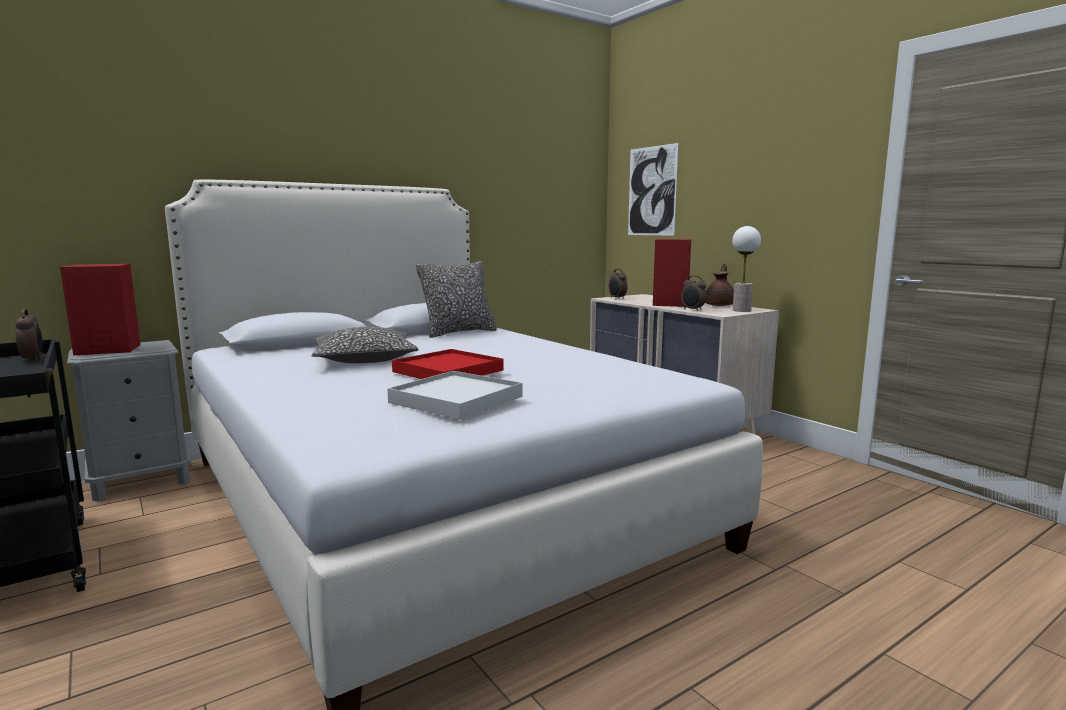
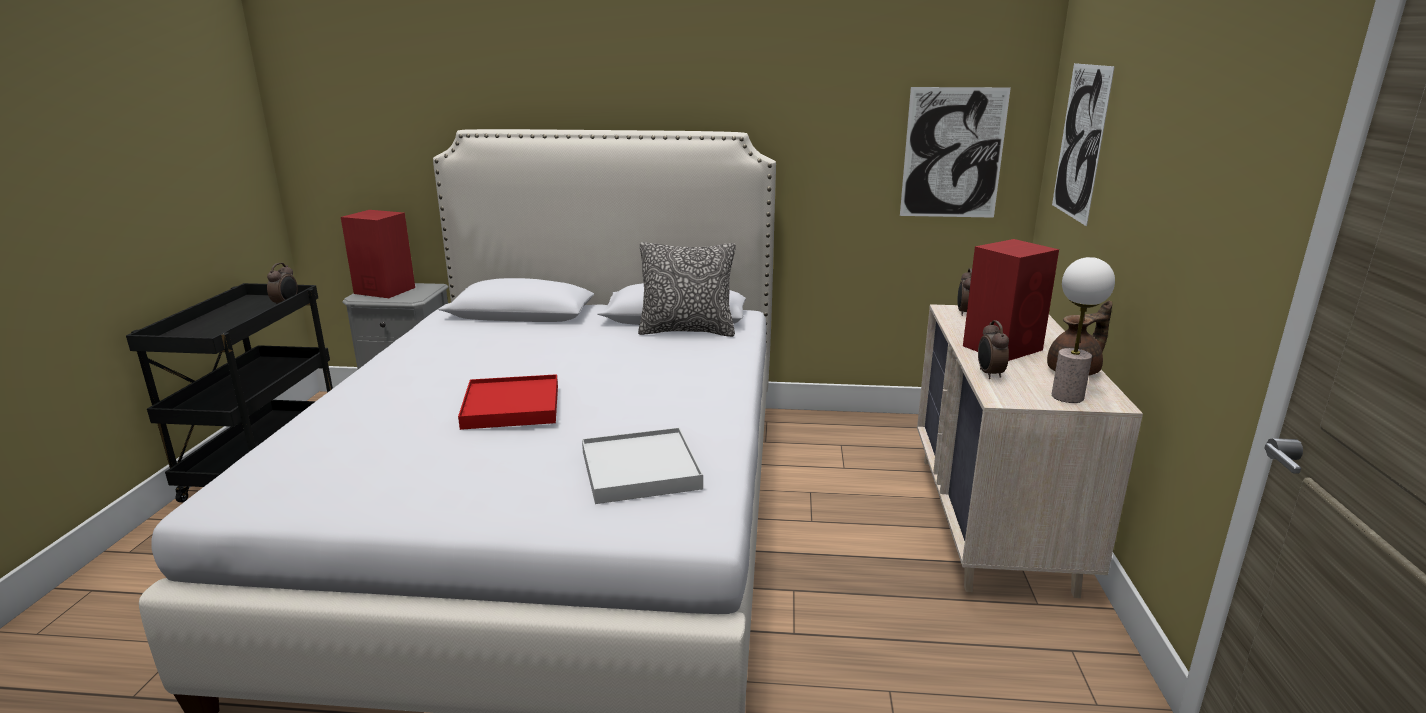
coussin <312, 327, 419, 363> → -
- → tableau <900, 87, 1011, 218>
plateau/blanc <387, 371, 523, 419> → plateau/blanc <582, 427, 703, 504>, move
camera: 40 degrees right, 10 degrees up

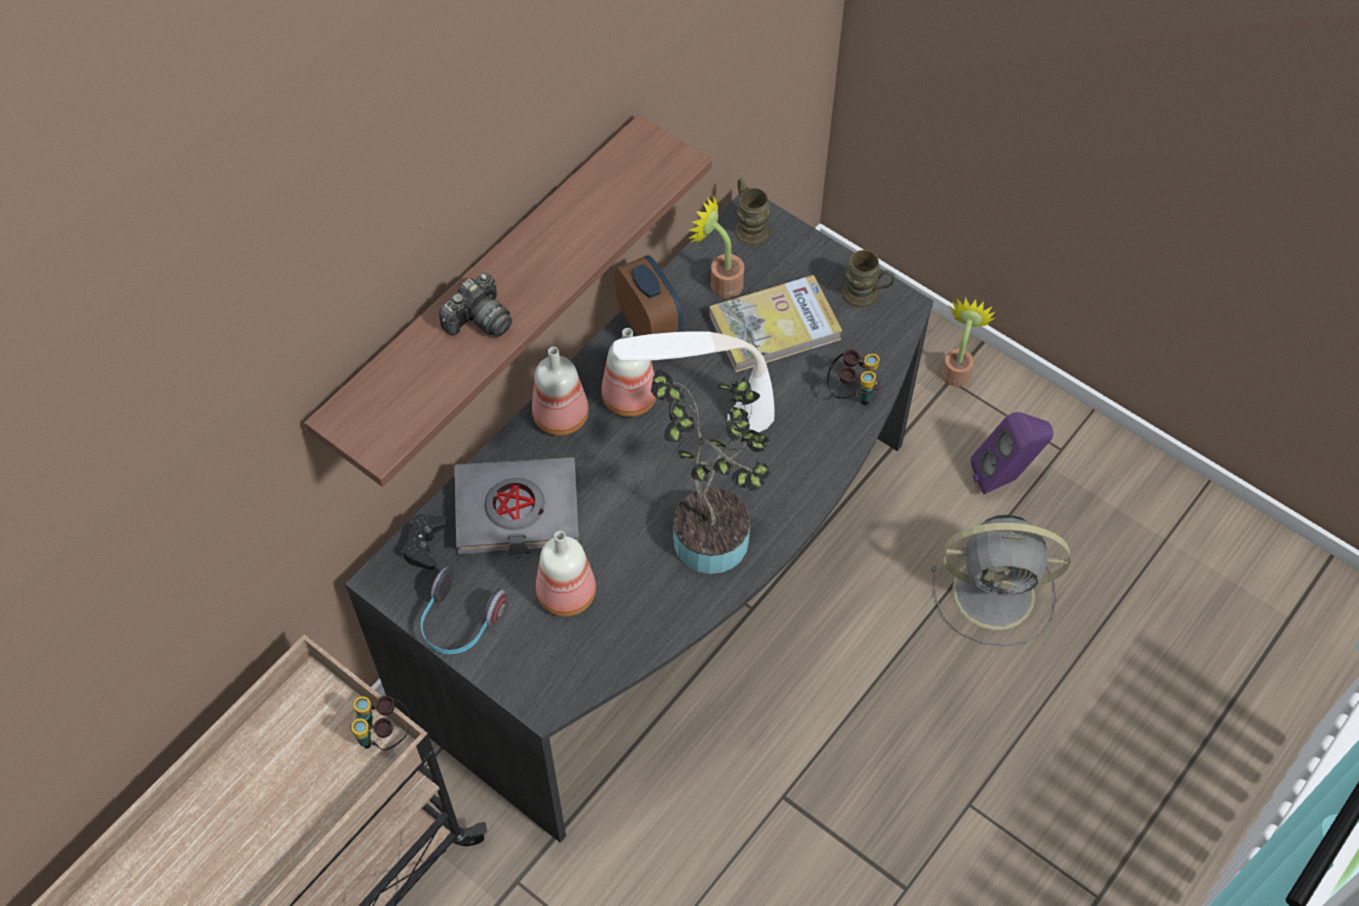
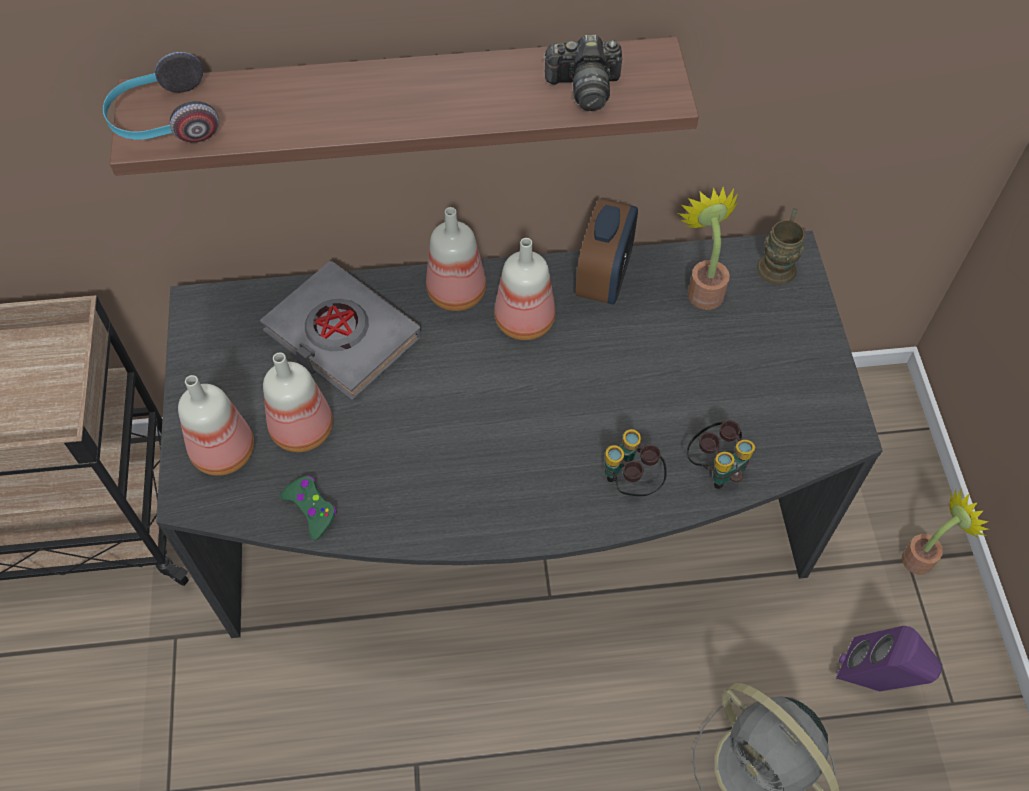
manette/noir <401, 514, 447, 570> → -
lampe de table/blanc <612, 331, 775, 433> → -
plante en pot <650, 370, 770, 574> → -
livre <709, 275, 842, 372> → -
mug/marron <842, 250, 895, 308> → -
- → bouteille <178, 375, 254, 476>
- → manette/vert <280, 476, 337, 540>
jumelles <350, 696, 411, 750> → jumelles <605, 429, 667, 496>, move
casque audio <421, 567, 507, 654> → casque audio <103, 52, 219, 142>, move
appareil photo <439, 272, 512, 337> → appareil photo <543, 34, 622, 111>, move
camera: 45 degrees right, 0 degrees up

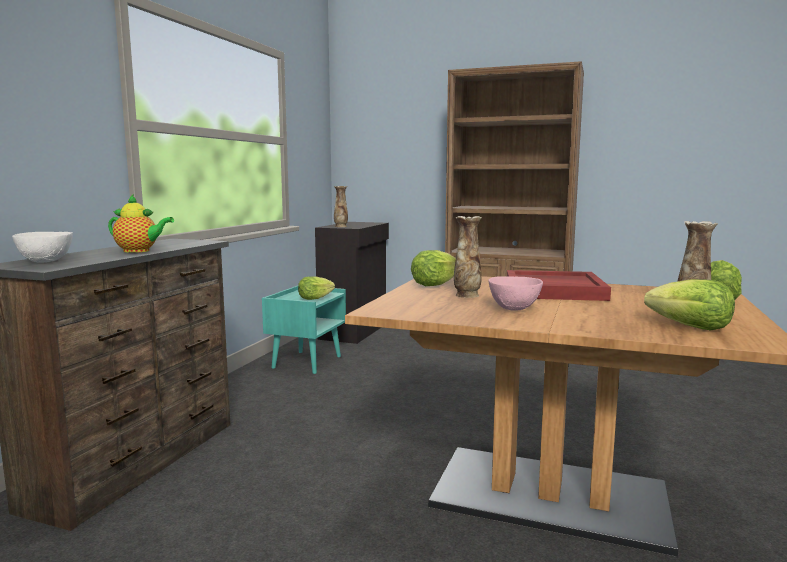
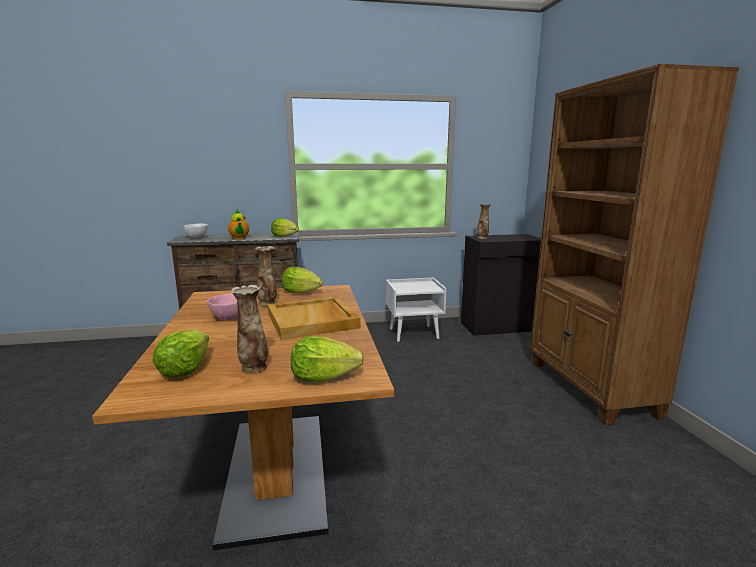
laitue <298, 276, 335, 300> → laitue <271, 218, 299, 237>, move
table de chevet/turquoise <262, 286, 346, 374> → table de chevet/blanc <386, 277, 447, 342>
plateau/rouge <507, 270, 611, 301> → plateau/beige <268, 296, 361, 340>
camera: 60 degrees right, 5 degrees up

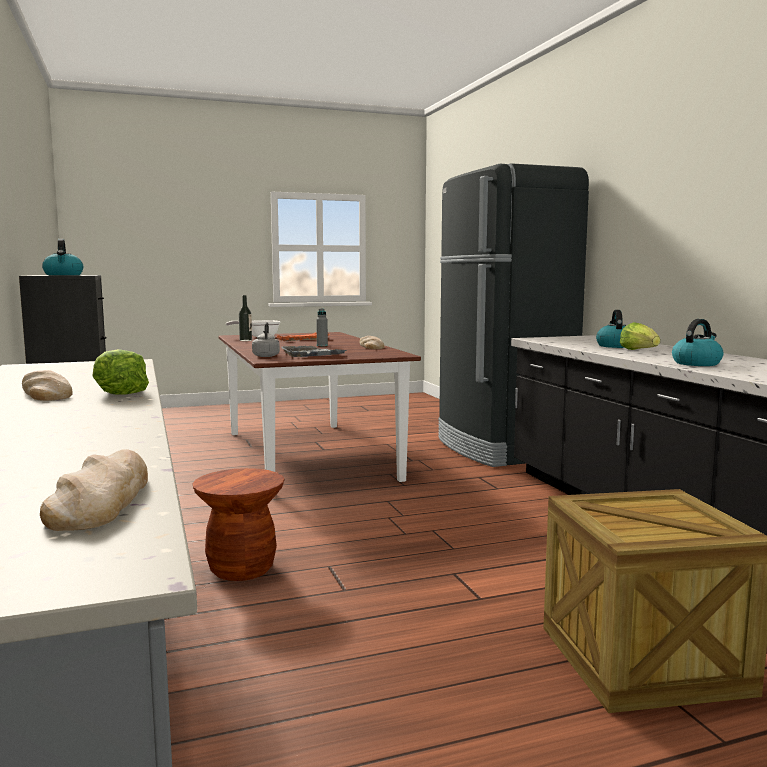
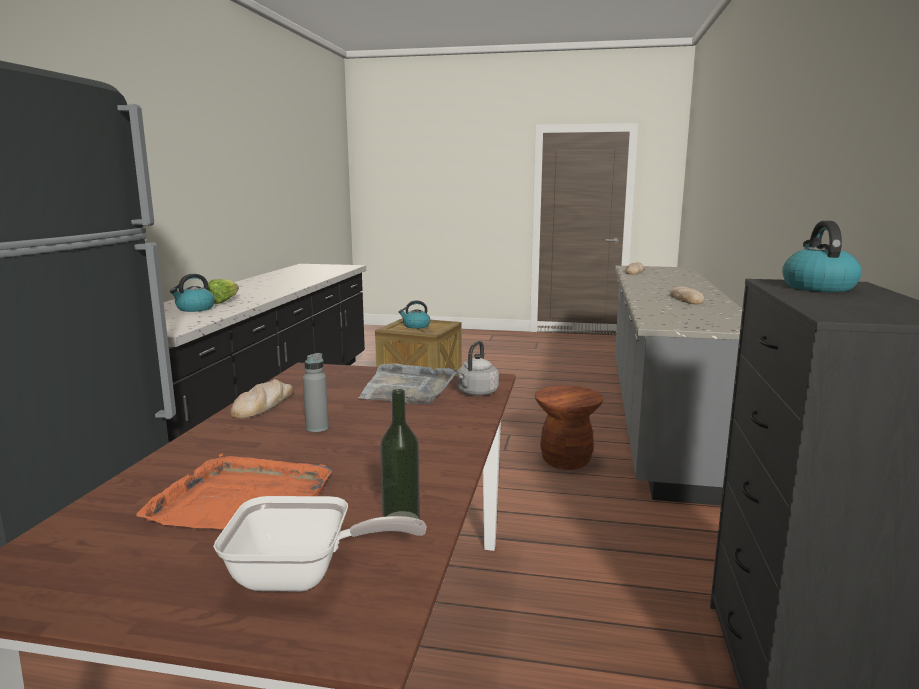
laitue <92, 349, 149, 395> → -
bouilloire <672, 319, 724, 366> → bouilloire <399, 300, 430, 329>, move
camera: 150 degrees left, 5 degrees up

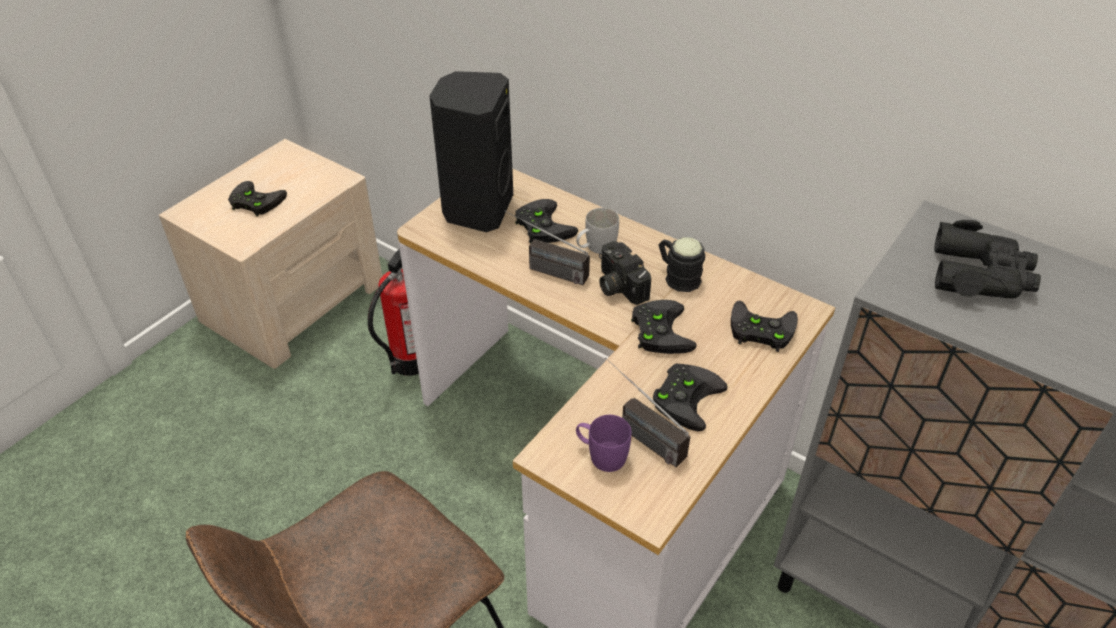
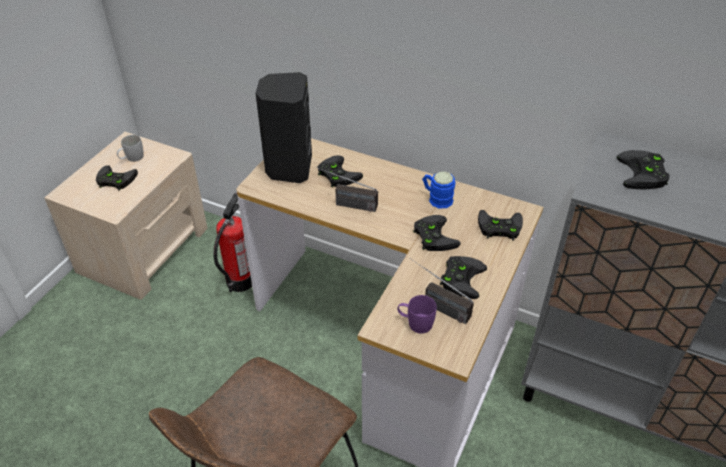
appareil photo <599, 241, 651, 305> → -
mug/blanc <576, 208, 619, 254> → mug/blanc <117, 135, 144, 162>, move
jumelles/noir <934, 220, 1041, 298> → manette/noir <616, 150, 669, 190>
mug/noir <659, 237, 705, 292> → mug/bleu <422, 171, 455, 209>
camera: 10 degrees left, 0 degrees up

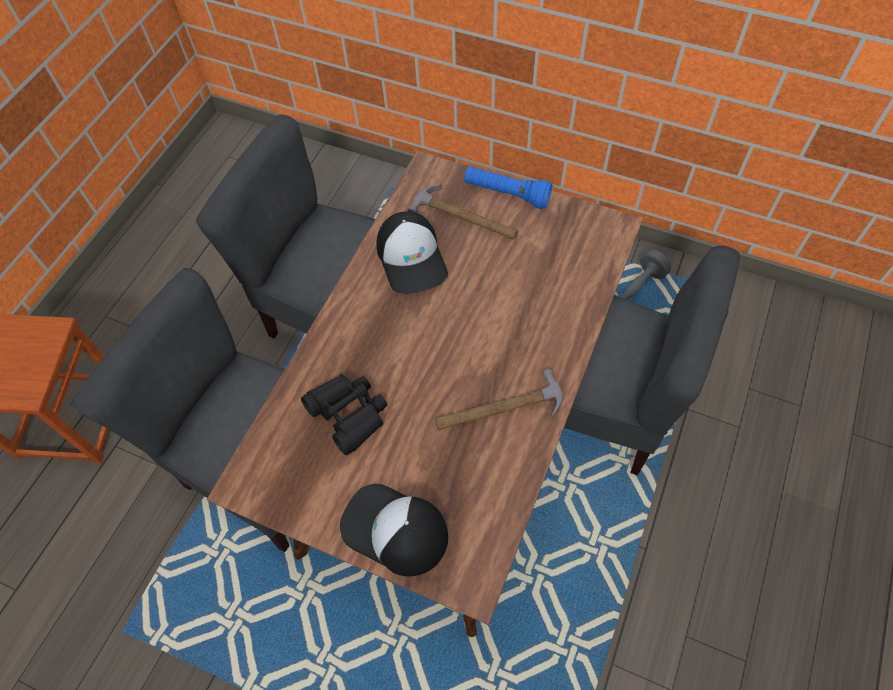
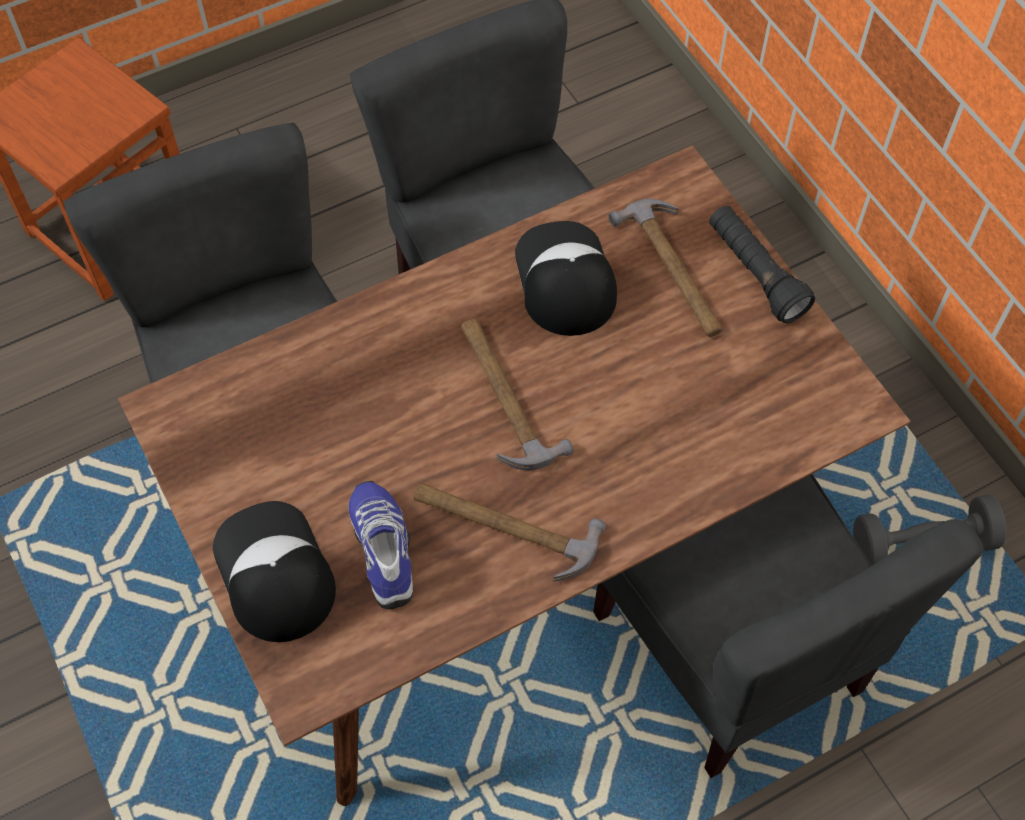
jumelles/noir <301, 374, 387, 455> → -
- → chaussure <349, 481, 413, 609>
- → marteau <461, 319, 573, 471>
lampe de poche/bleu <464, 166, 552, 209> → lampe de poche/noir <709, 206, 815, 323>
casquette <376, 211, 448, 294> → casquette <515, 221, 617, 336>, 150 degrees clockwise
camera: 35 degrees right, 0 degrees up

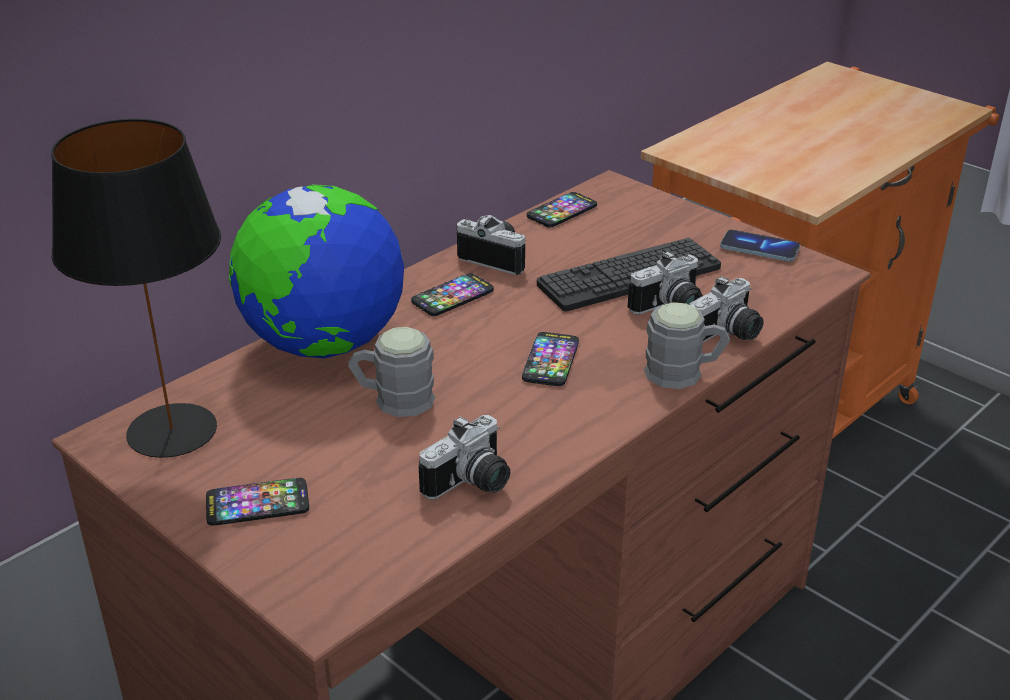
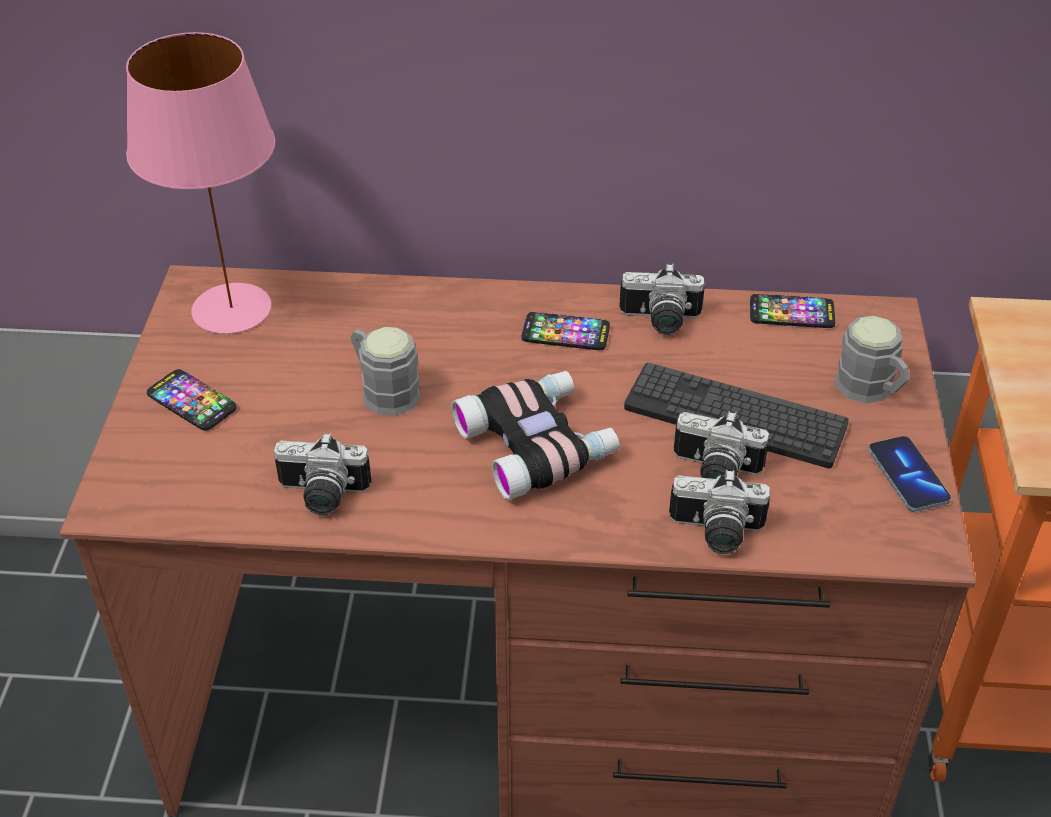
globe <229, 185, 404, 358> → -
mug/gris <644, 302, 730, 389> → mug/gris <835, 315, 910, 403>, move
téléphone <522, 332, 579, 386> → jumelles <451, 371, 620, 501>
lampe de table/noir <51, 119, 221, 458> → lampe de table/rose <126, 32, 275, 334>
appareil photo <457, 215, 526, 275> → appareil photo <619, 263, 705, 335>, 105 degrees clockwise
camera: 50 degrees right, 10 degrees up

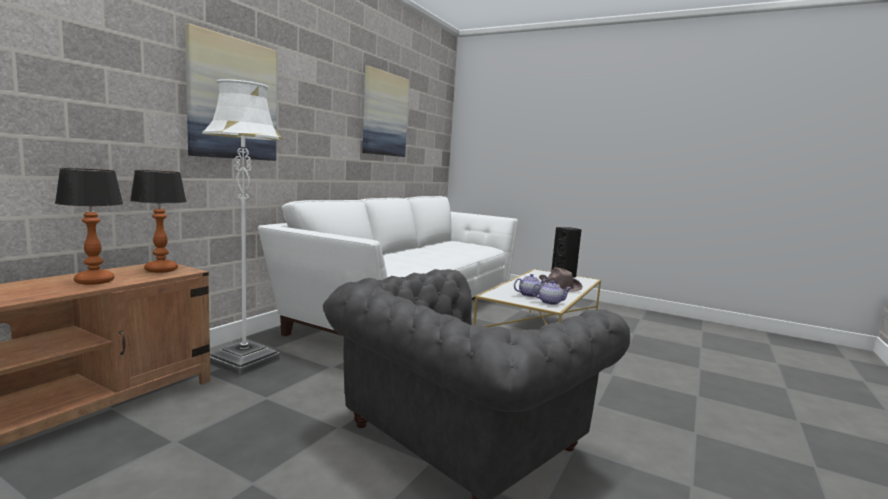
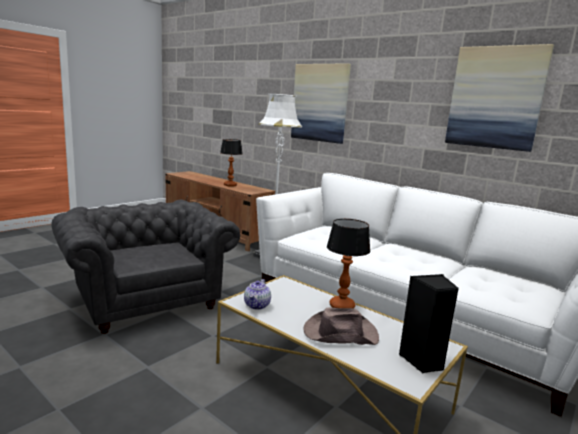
théière <514, 274, 547, 297> → -
lampe de table <130, 170, 187, 273> → lampe de table <327, 219, 370, 308>, move
camera: 100 degrees right, 5 degrees up

